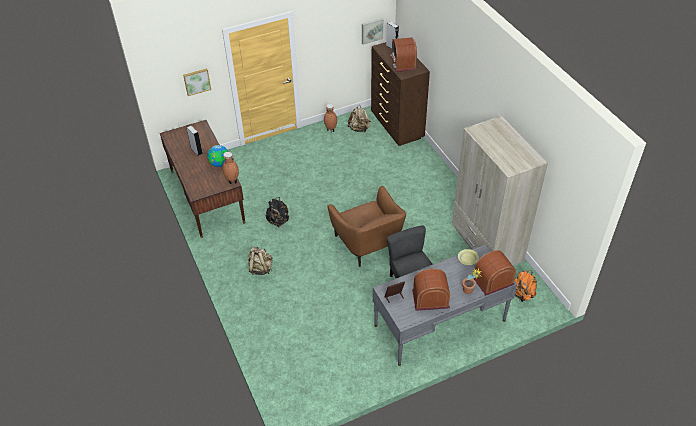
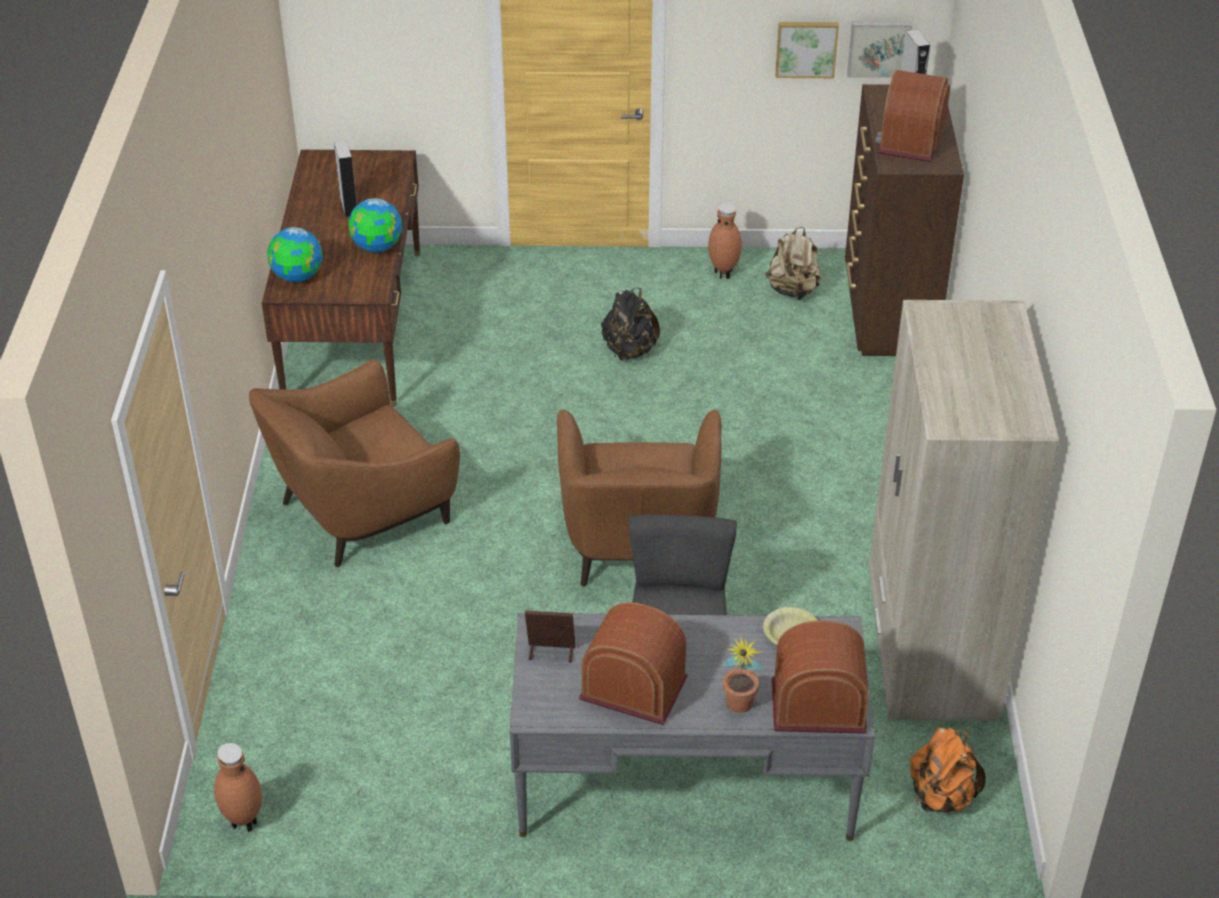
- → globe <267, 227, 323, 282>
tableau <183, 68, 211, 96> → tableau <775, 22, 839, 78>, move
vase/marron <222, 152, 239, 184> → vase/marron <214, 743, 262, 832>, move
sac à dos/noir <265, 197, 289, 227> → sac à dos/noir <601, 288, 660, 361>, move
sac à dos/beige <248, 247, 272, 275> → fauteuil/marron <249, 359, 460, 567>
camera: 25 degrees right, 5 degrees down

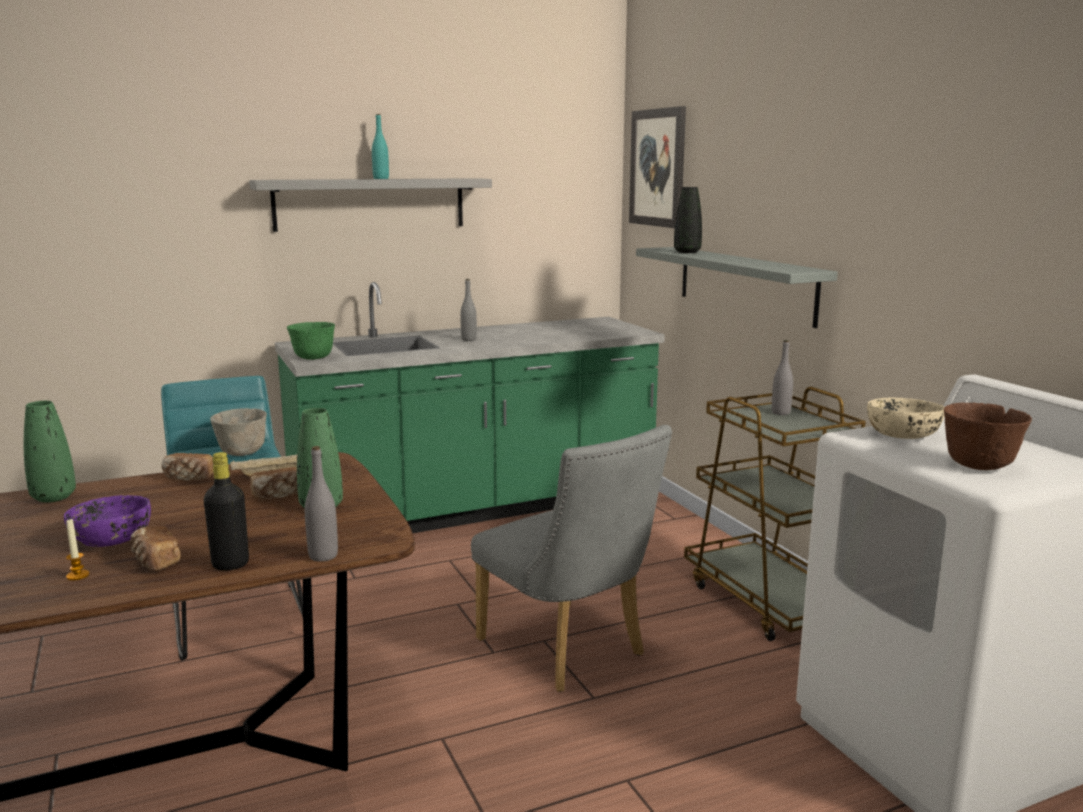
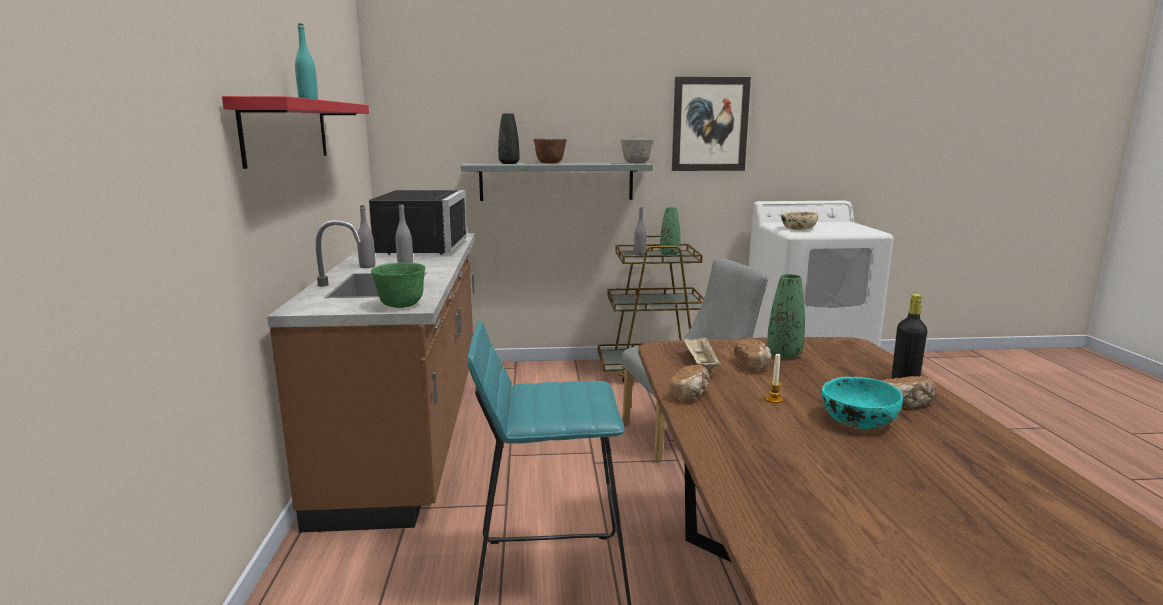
- → micro-ondes/noir <369, 190, 467, 255>
vase/vert <24, 401, 76, 502> → vase/vert <660, 207, 680, 255>, move
bougie <66, 519, 90, 581> → bougie <766, 353, 783, 403>, move
bol/gris <210, 408, 267, 456> → bol/gris <620, 138, 654, 163>, move
bouteille/gris <305, 446, 338, 562> → bouteille/gris <357, 205, 375, 268>, move
tableau <629, 106, 686, 228> → tableau <672, 77, 751, 171>, move
bol/marron <944, 403, 1032, 470> → bol/marron <533, 139, 567, 164>, move
bol/violet <64, 495, 151, 547> → bol/turquoise <822, 377, 903, 429>
étagère/gris <249, 178, 492, 232> → étagère/rouge <222, 96, 369, 169>
comptoir de cuisine/vert <275, 282, 665, 533> → comptoir de cuisine/marron <267, 220, 475, 533>
camera: 70 degrees left, 0 degrees up

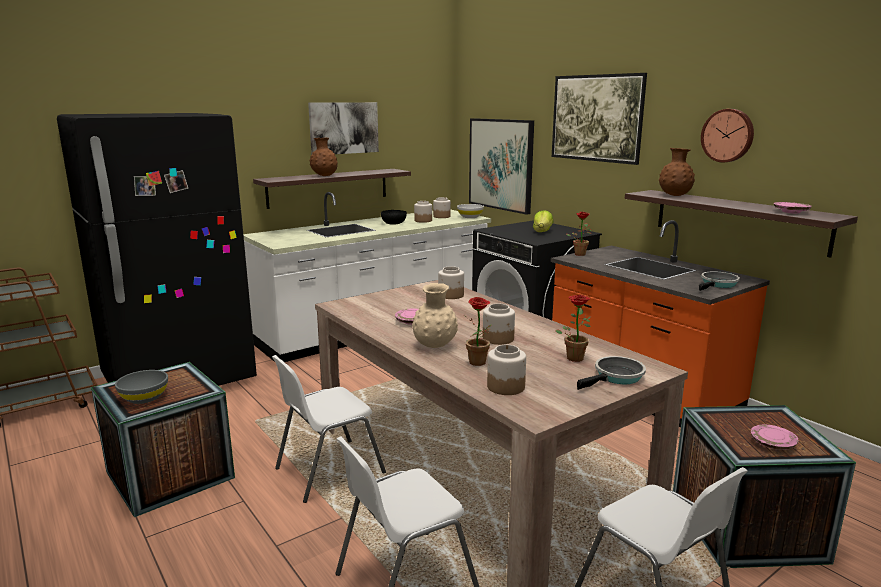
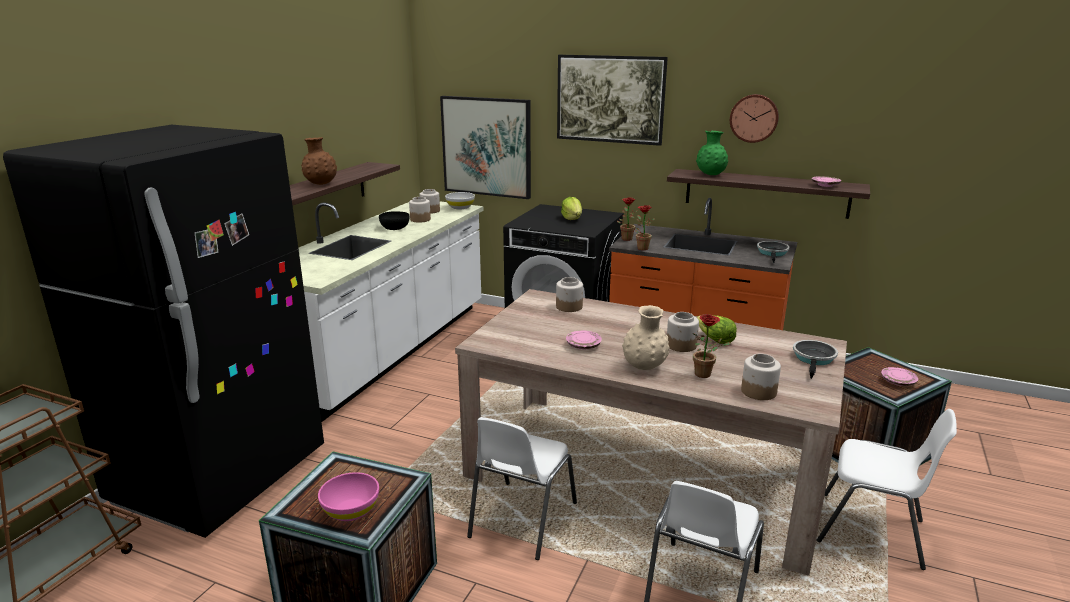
tableau <308, 102, 379, 155> → -
- → laitue <697, 315, 737, 344>
plante en pot <555, 295, 591, 362> → plante en pot <635, 205, 655, 250>, move
bol/gris <115, 370, 168, 404> → bol/rose <318, 472, 379, 521>
vase/marron <659, 148, 695, 196> → vase/vert <696, 131, 728, 175>
camera: 30 degrees left, 5 degrees up

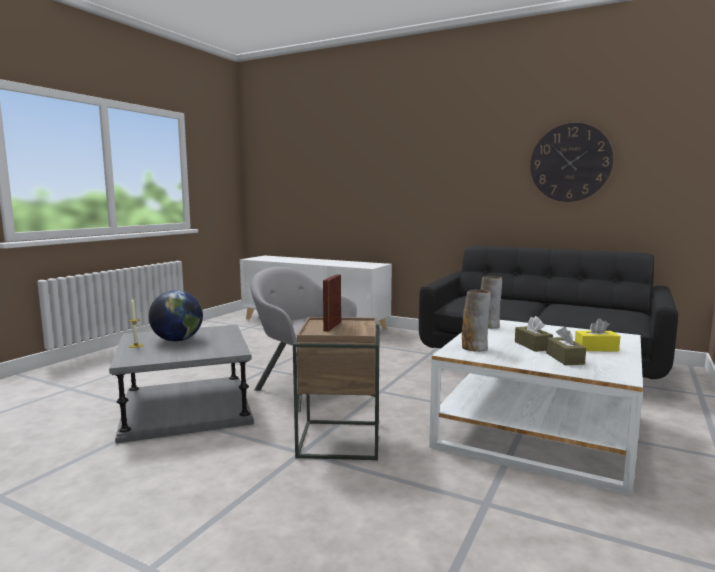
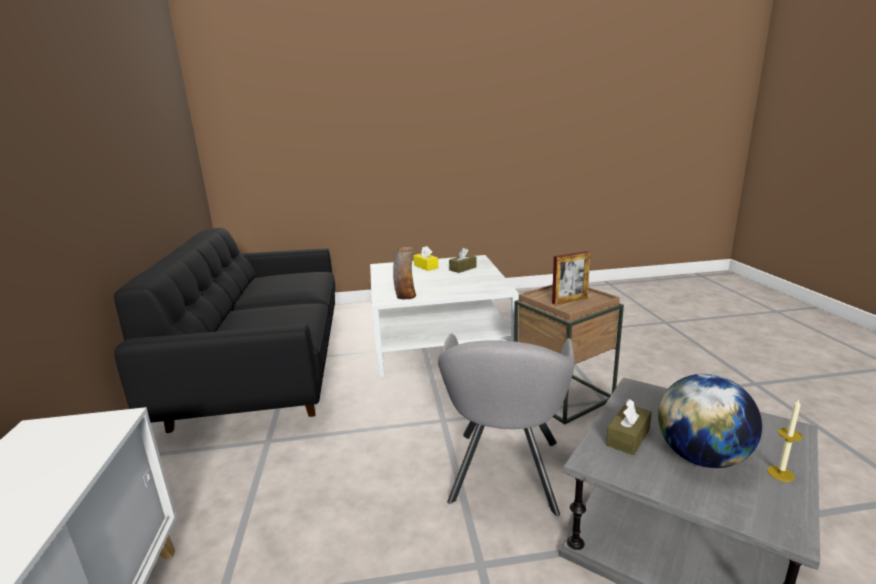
vase <462, 289, 490, 352> → -
horloge murale <530, 123, 613, 202> → -
boîte à mouchoirs/marron <515, 316, 553, 352> → boîte à mouchoirs/marron <606, 399, 652, 455>, move
camera: 125 degrees left, 10 degrees up

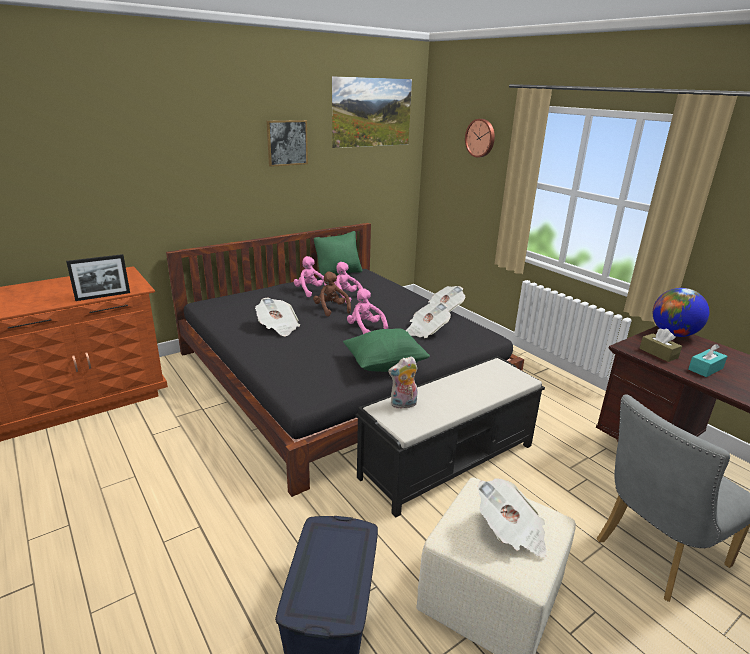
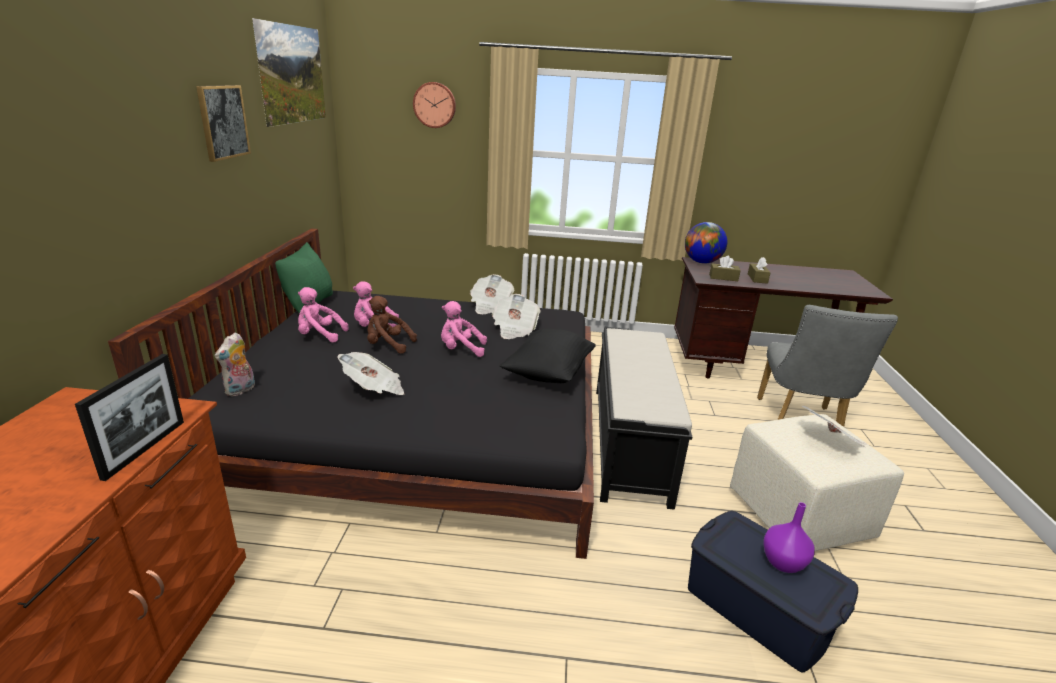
- → vase/violet <763, 502, 815, 573>
peluche <388, 356, 418, 409> → peluche <215, 333, 255, 397>, move
coussin/vert <343, 328, 430, 372> → coussin/noir <499, 329, 596, 383>
boîte à mouchoirs/turquoise <688, 344, 728, 377> → boîte à mouchoirs/marron <748, 257, 771, 284>
camera: 50 degrees left, 0 degrees up

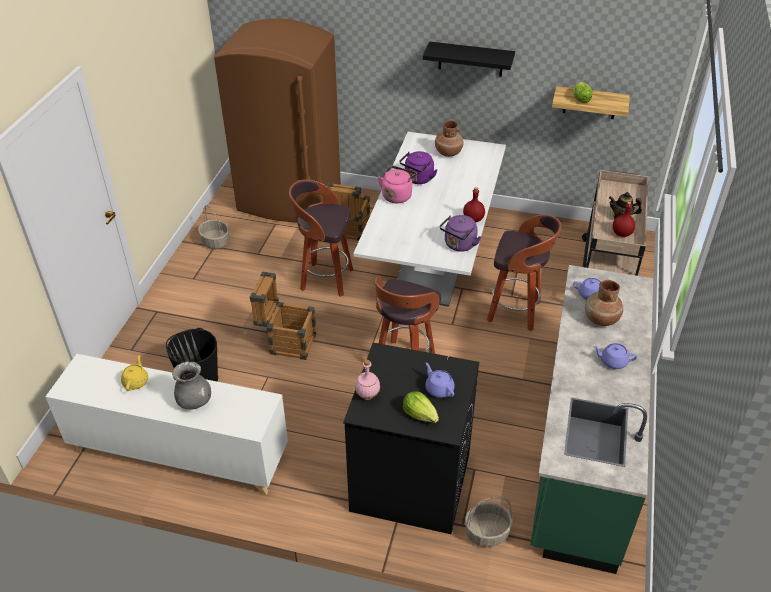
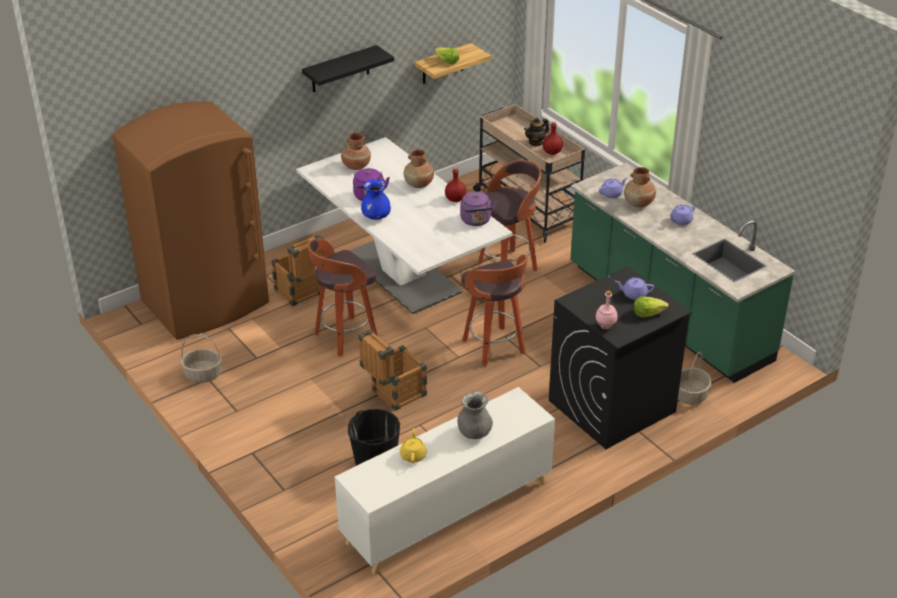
- → vase/marron <404, 149, 434, 188>
bouilloire/rose <377, 166, 417, 203> → vase/bleu <361, 179, 391, 220>
théière/jaune <121, 355, 148, 391> → théière/jaune <400, 428, 427, 463>, 45 degrees clockwise
camera: 50 degrees left, 5 degrees down

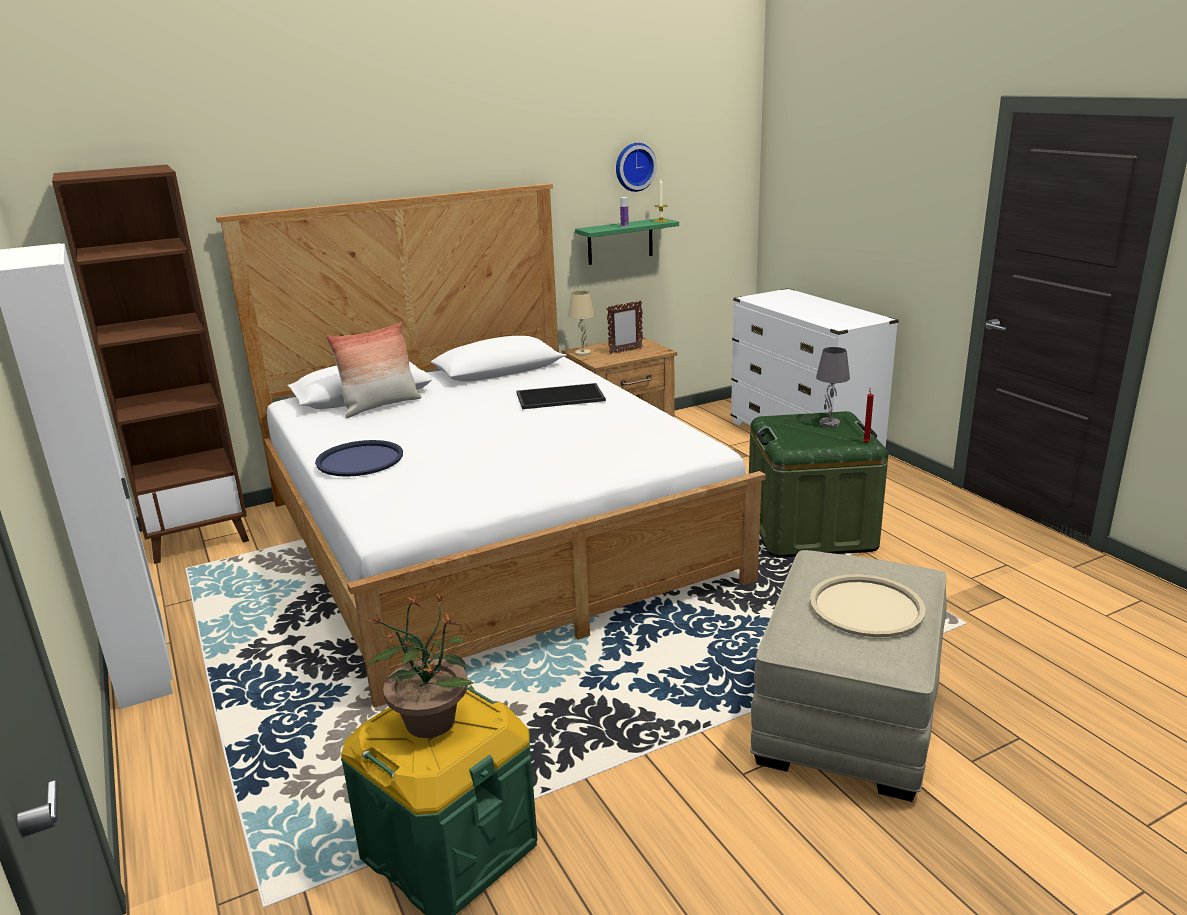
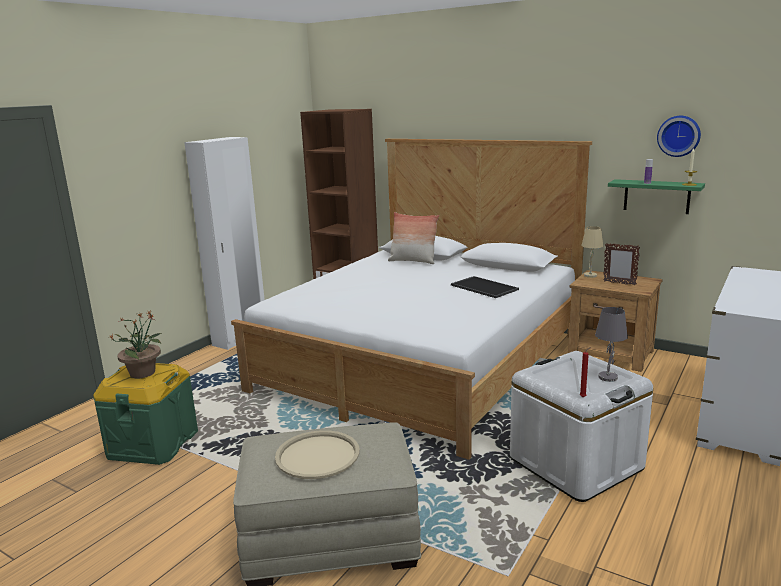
plateau/bleu <315, 440, 403, 477> → -
boîte de rangement/vert <749, 411, 888, 558> → boîte de rangement/blanc <510, 351, 653, 502>
camera: 60 degrees right, 5 degrees down

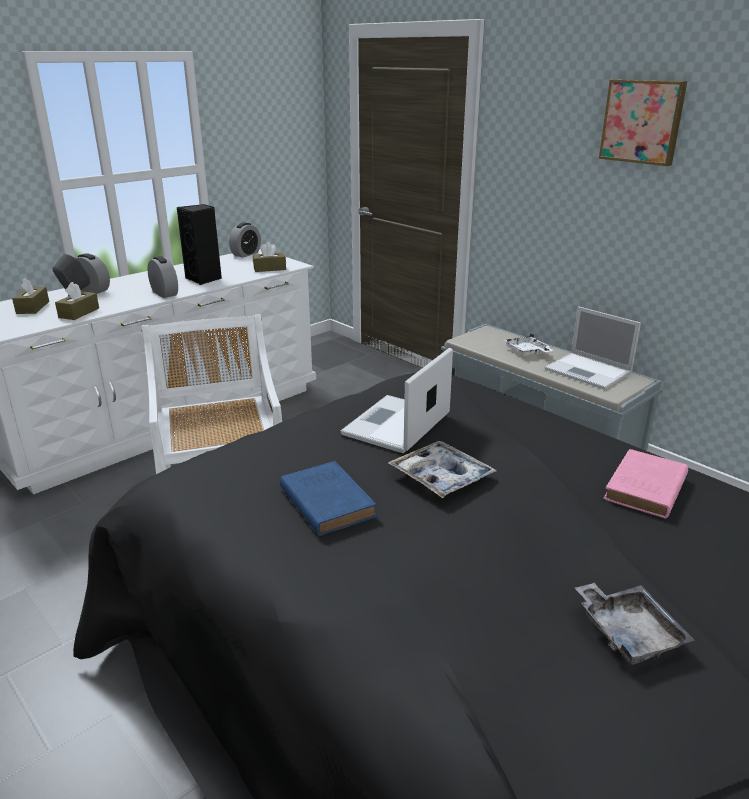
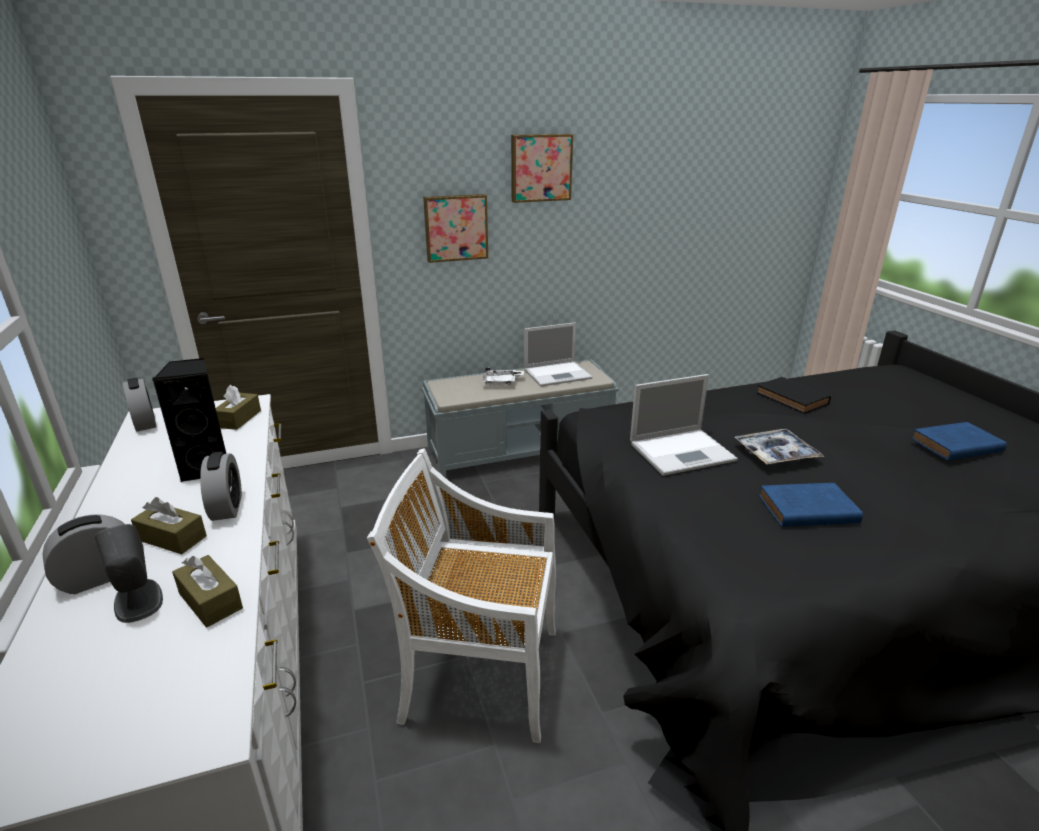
- → tableau <423, 194, 488, 263>
boîte à mouchoirs/marron <12, 277, 49, 314> → boîte à mouchoirs/marron <131, 497, 207, 554>, move
plateau/gris <575, 583, 695, 665> → livre/bleu <911, 422, 1007, 460>
livre/rose <603, 449, 688, 518> → livre/noir <756, 377, 831, 414>
réveil <148, 256, 178, 298> → réveil <200, 452, 242, 521>, 90 degrees clockwise
ordinateur portable <341, 348, 453, 453> → ordinateur portable <630, 374, 738, 476>, 75 degrees counterclockwise
camera: 65 degrees left, 0 degrees up

